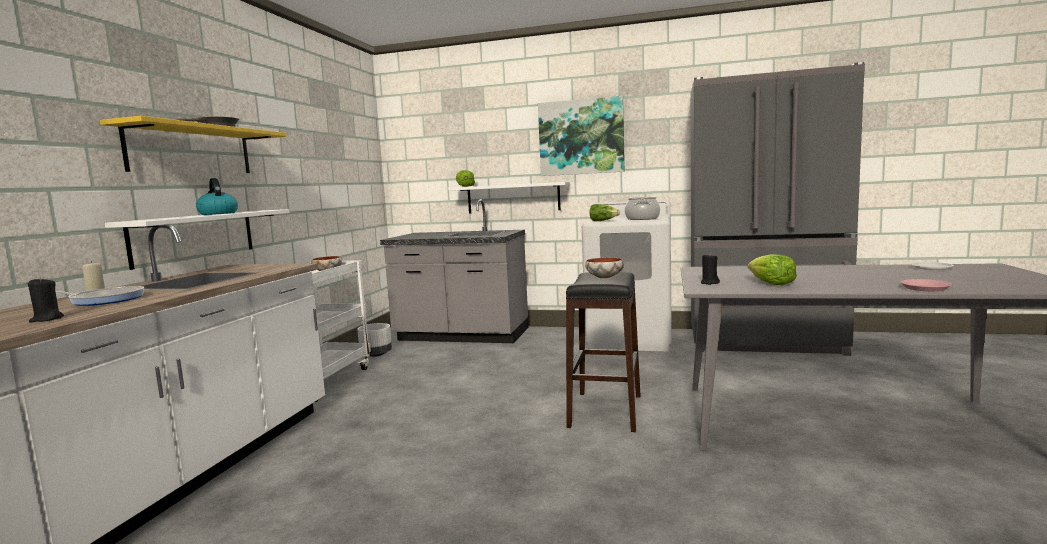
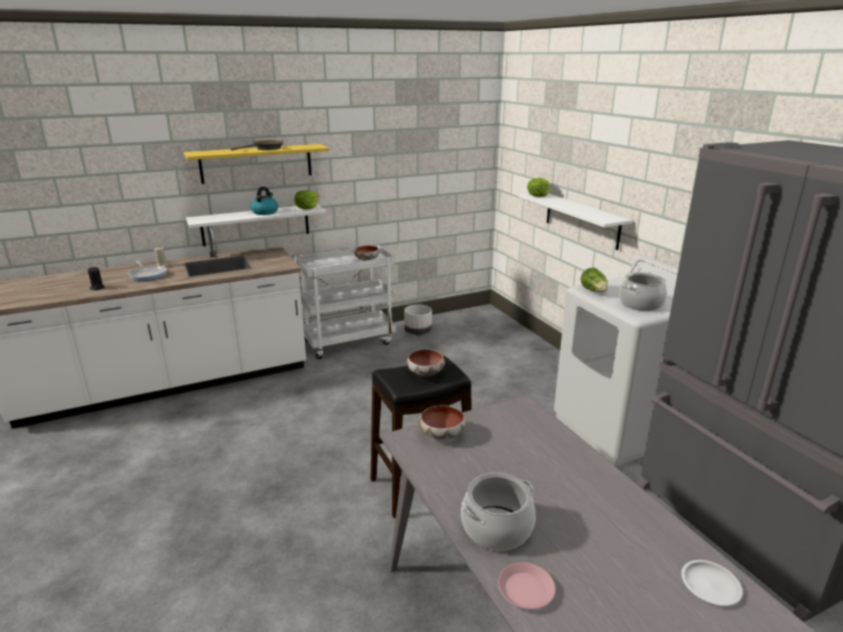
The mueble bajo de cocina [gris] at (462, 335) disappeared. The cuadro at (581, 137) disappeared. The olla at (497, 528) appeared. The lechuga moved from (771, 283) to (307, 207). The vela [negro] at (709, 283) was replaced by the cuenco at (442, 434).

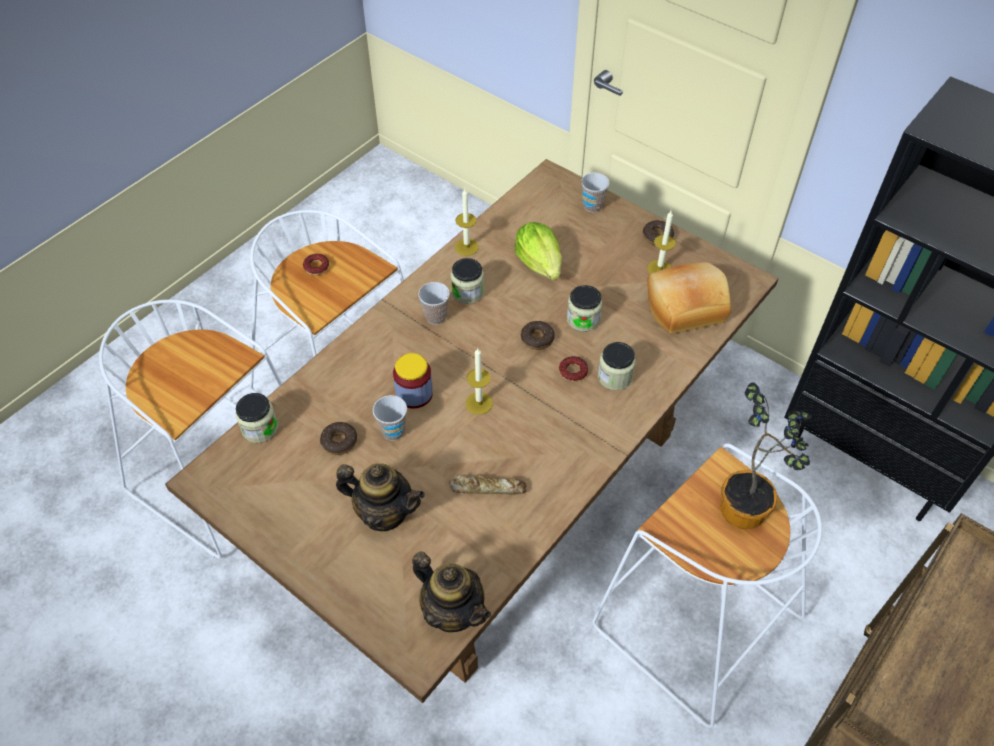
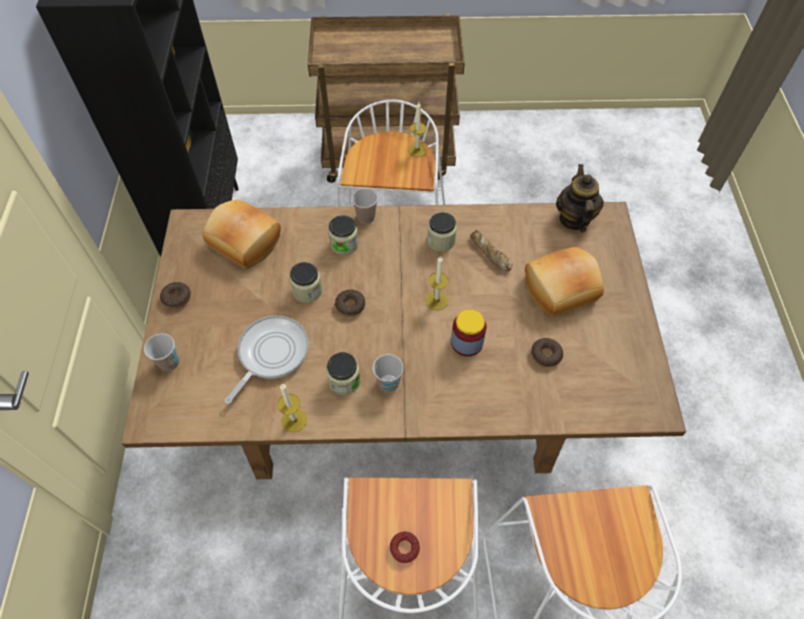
The rosquilla at (573, 371) disappeared. The planta en maceta at (748, 505) disappeared. The tarro moved from (260, 428) to (441, 241). The taza moved from (393, 431) to (366, 217). The vela moved from (659, 269) to (417, 150). The tetera at (384, 513) was replaced by the pan at (561, 290). The lechuga at (540, 263) was replaced by the sartén at (270, 354).

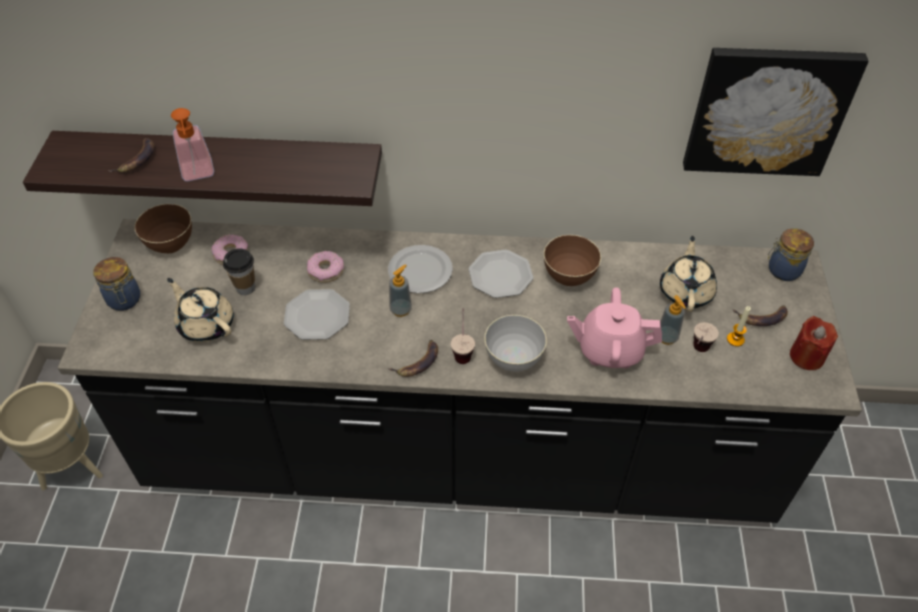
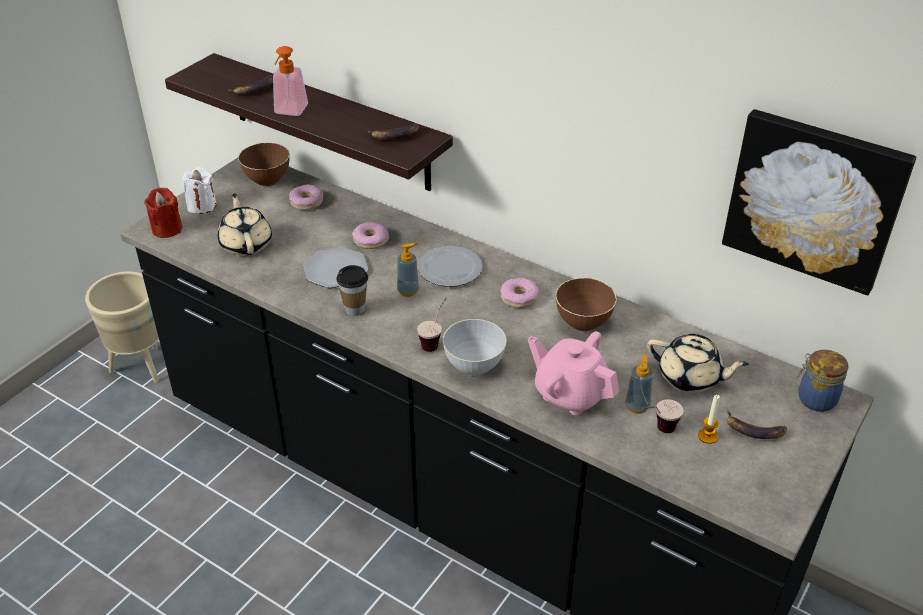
The taza moved from (245, 288) to (355, 309). The plátano moved from (418, 362) to (395, 135). The vela [rojo] moved from (806, 356) to (167, 229). The tarro at (124, 301) was replaced by the vela [blanco] at (202, 206). The plato at (500, 275) was replaced by the rosquilla at (519, 297). The tetera [beis] at (685, 292) turned 75 degrees clockwise.

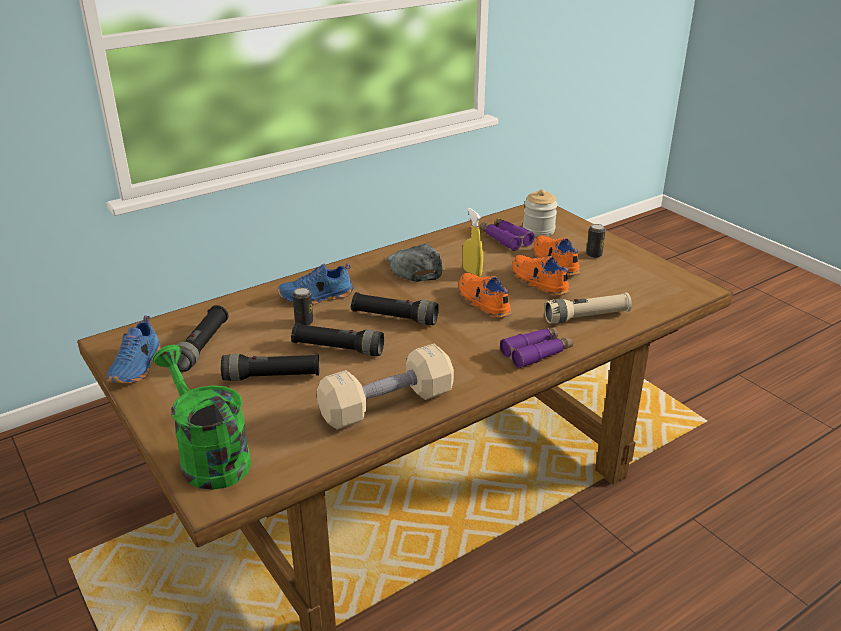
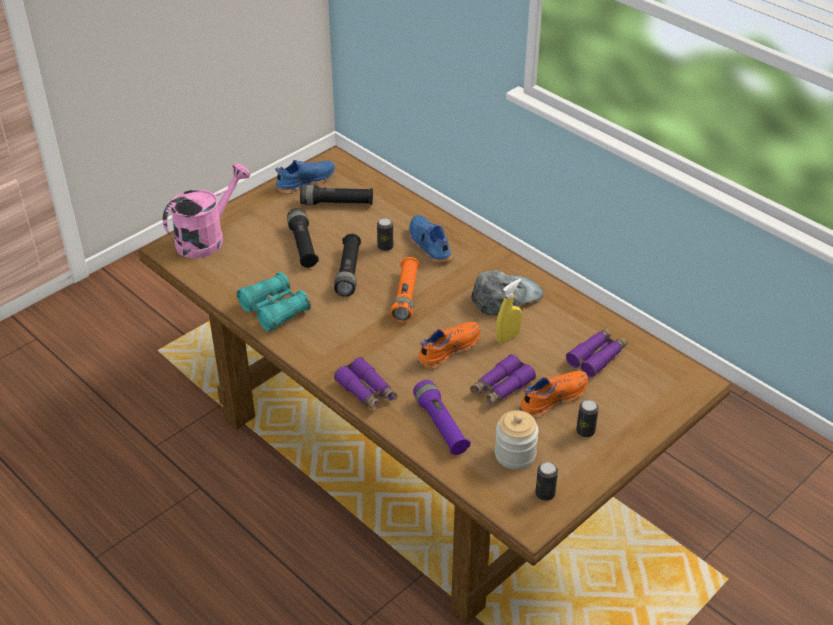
The lata at (545, 494) appeared. The tarro moved from (538, 230) to (515, 455). The mancuerna [beis] at (387, 405) was replaced by the prismáticos [turquesa] at (274, 310). The zapato [naranja] at (538, 283) was replaced by the prismáticos [morado] at (501, 387). The regadera [verde] at (209, 456) became the regadera [rosa] at (207, 238). The linterna [negro] at (394, 318) became the linterna [naranja] at (406, 296). The linterna [beis] at (586, 317) became the linterna [morado] at (441, 425). The zapato [azul] at (137, 367) turned 150 degrees clockwise.

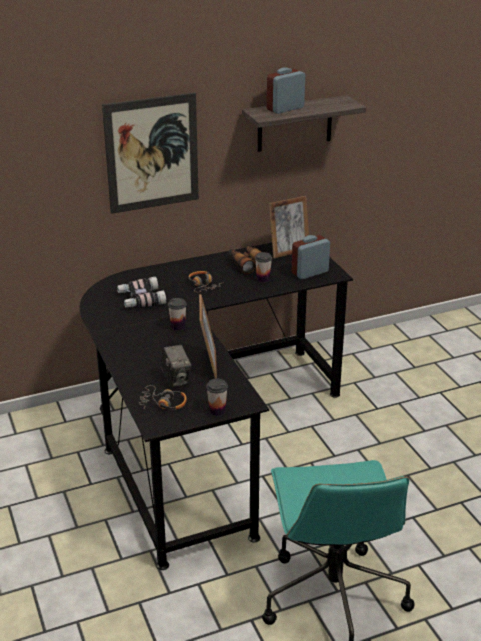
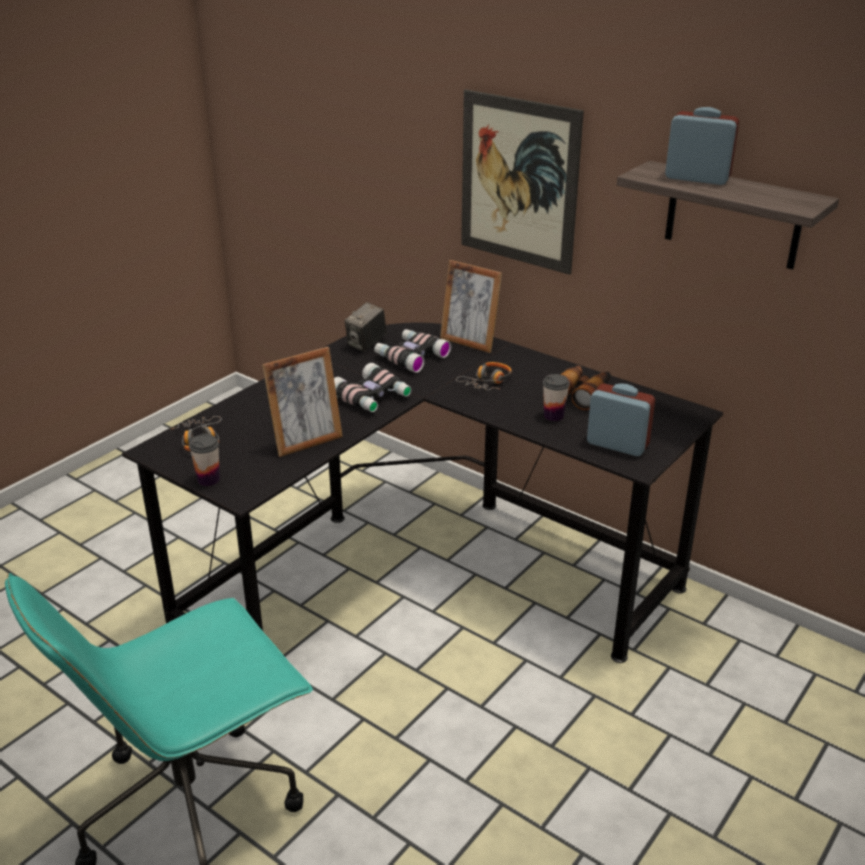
The cámara moved from (176, 379) to (366, 344). The portarretratos moved from (289, 251) to (469, 342). The taza at (178, 327) was replaced by the prismáticos at (372, 397).

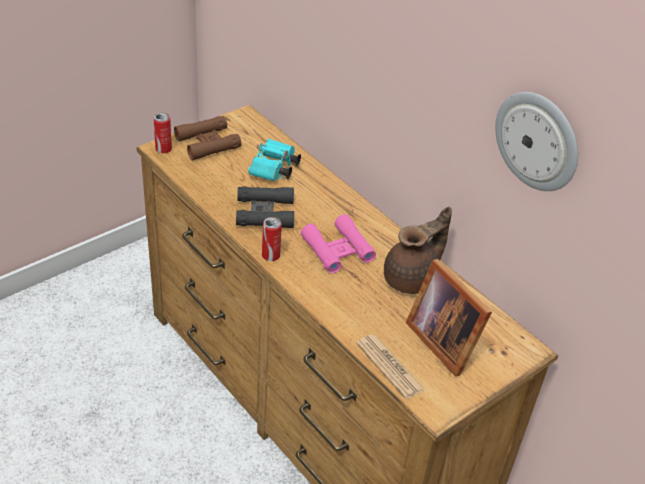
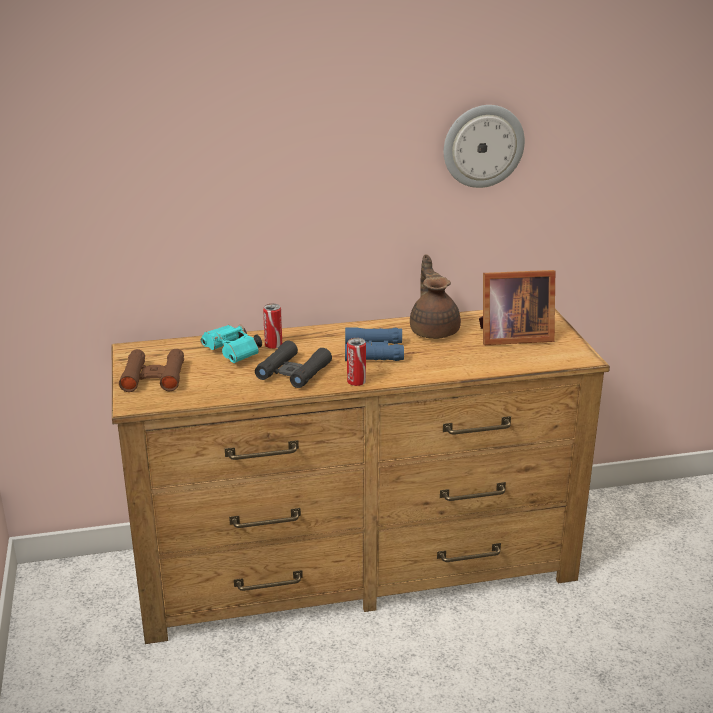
The periódico at (389, 366) disappeared. The lata moved from (163, 149) to (273, 345). The prismáticos [rosa] at (337, 250) became the prismáticos [azul] at (373, 351).

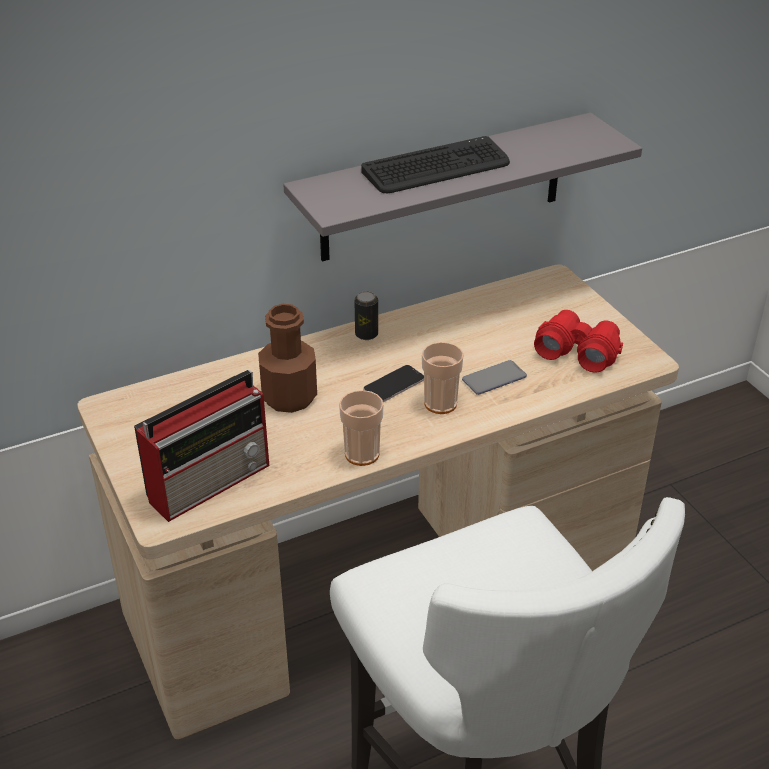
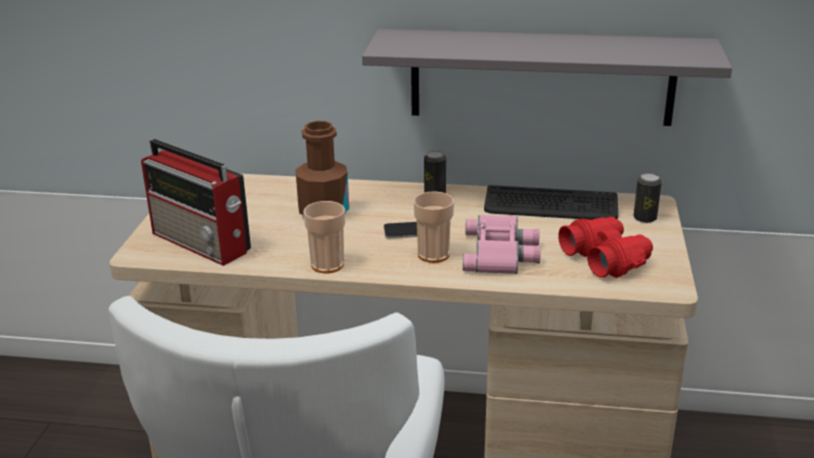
The lata at (645, 218) appeared. The teclado moved from (436, 168) to (550, 206). The móvil at (494, 378) was replaced by the prismáticos [rosa] at (502, 253). The radio at (211, 481) turned 45 degrees clockwise.

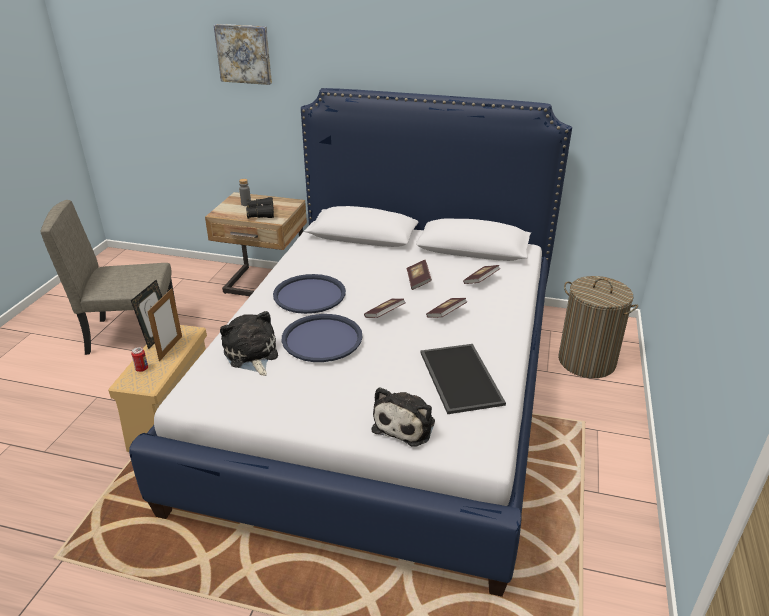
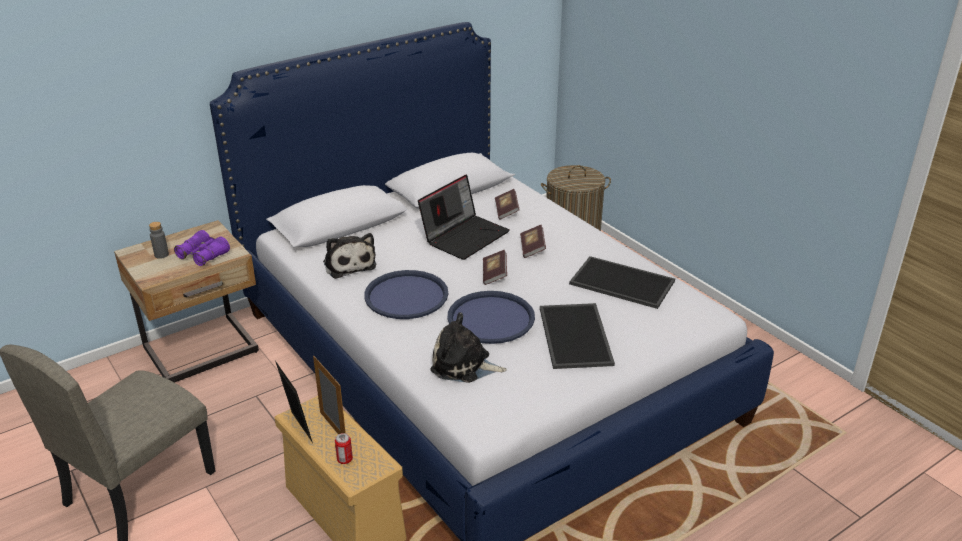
The cuadro at (244, 53) disappeared. The bandeja at (577, 336) appeared. The peluche moved from (406, 424) to (349, 264). The libro at (418, 281) was replaced by the portátil at (465, 236). The prismáticos [negro] at (261, 214) became the prismáticos [morado] at (203, 255).

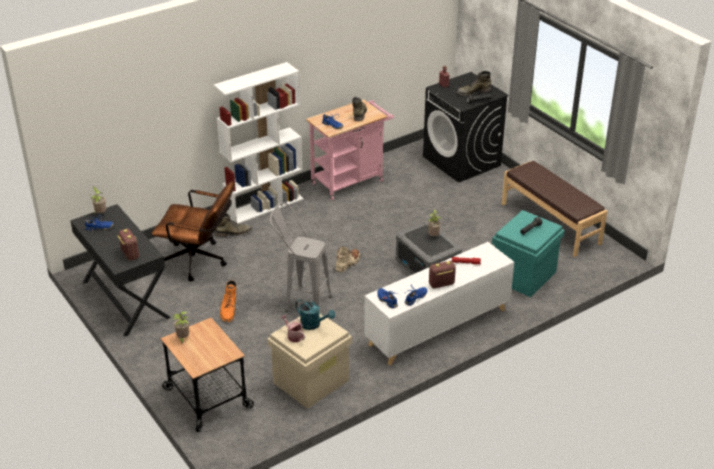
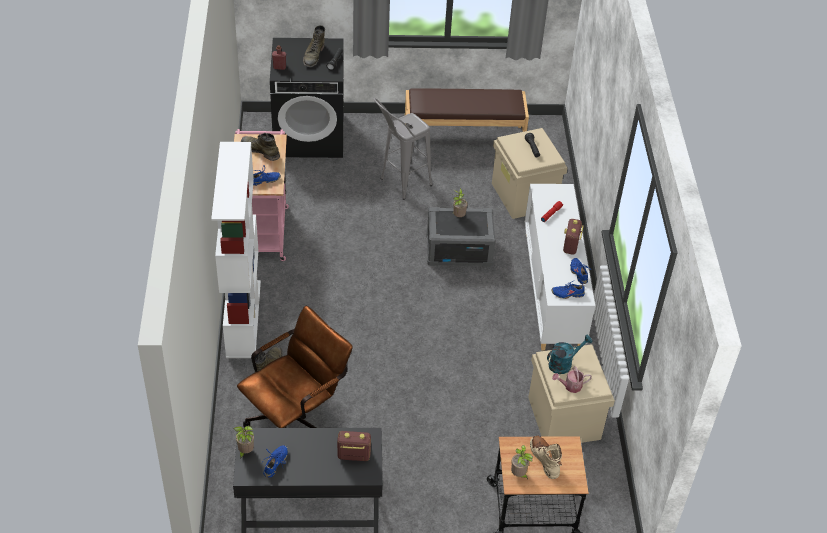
The bota [naranja] at (228, 310) disappeared. The taburete [gris] moved from (301, 302) to (399, 185). The bota [beis] moved from (348, 263) to (544, 459). The caja de almacenaje [turquesa] at (523, 276) became the caja de almacenaje [beis] at (524, 196).

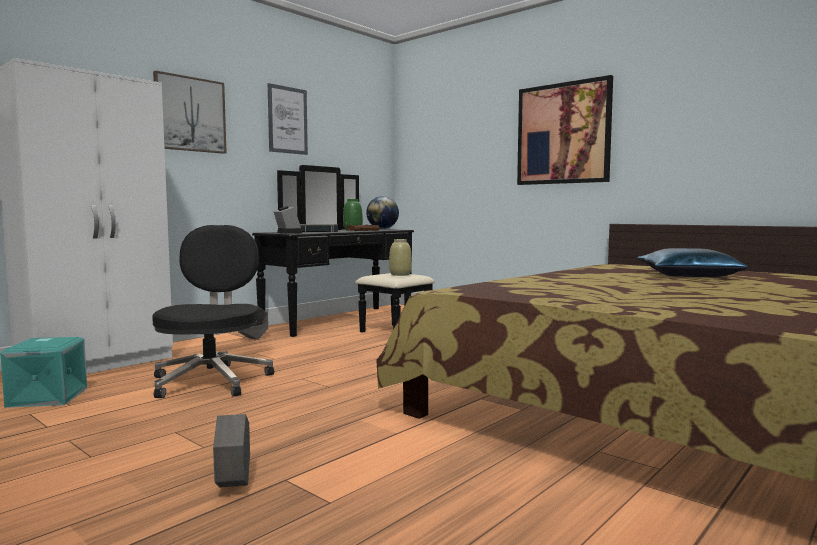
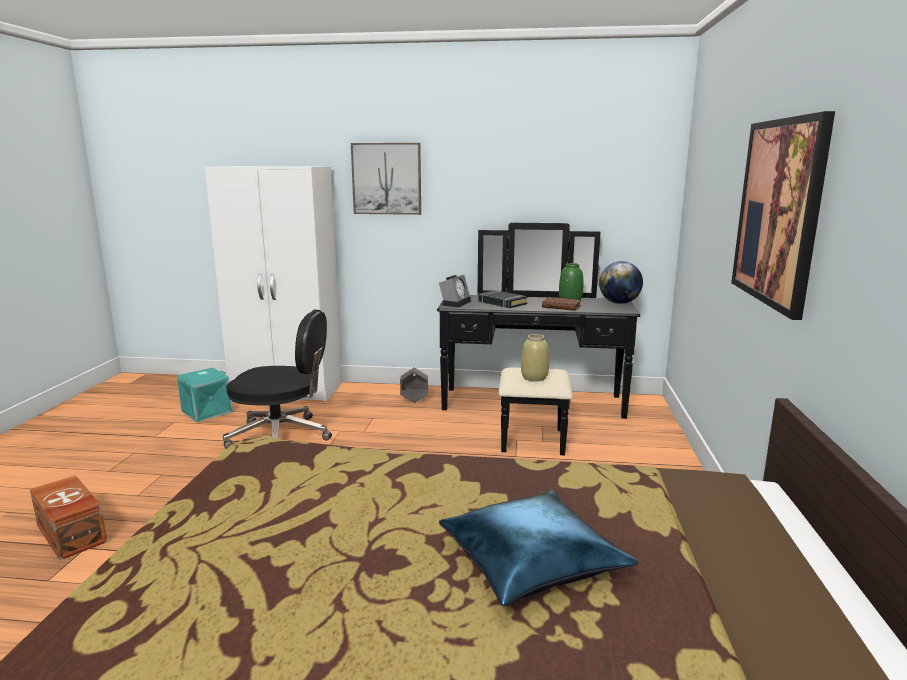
The cuadro at (287, 120) disappeared. The maceta [gris] at (233, 486) was replaced by the caja de almacenaje [marrón] at (70, 534). The silla de oficina [negro] at (212, 380) turned 45 degrees clockwise.

